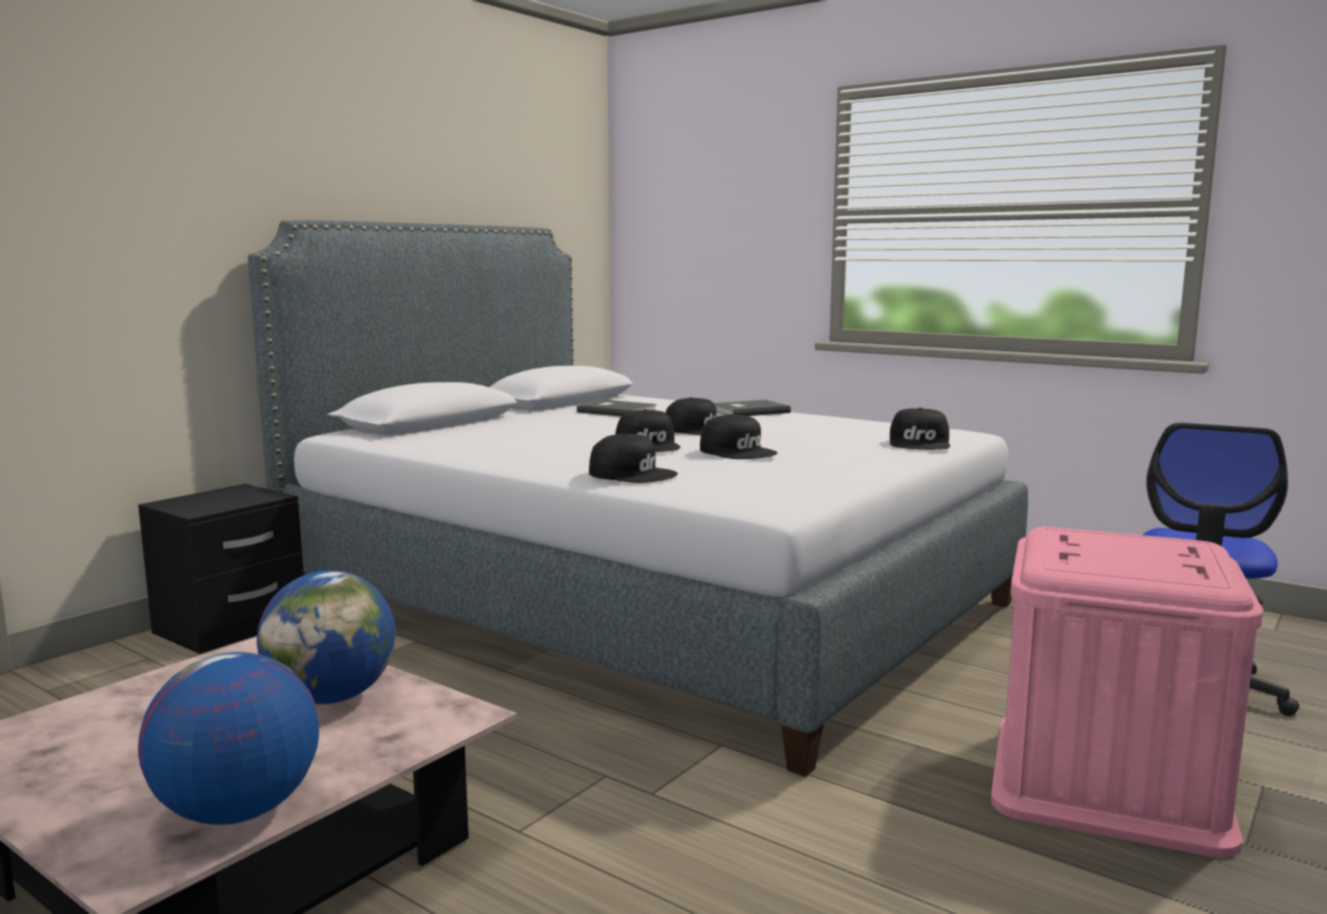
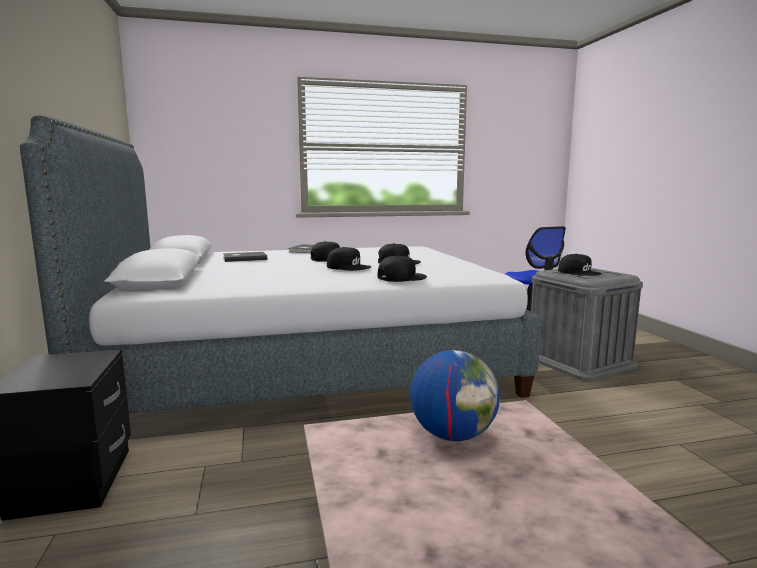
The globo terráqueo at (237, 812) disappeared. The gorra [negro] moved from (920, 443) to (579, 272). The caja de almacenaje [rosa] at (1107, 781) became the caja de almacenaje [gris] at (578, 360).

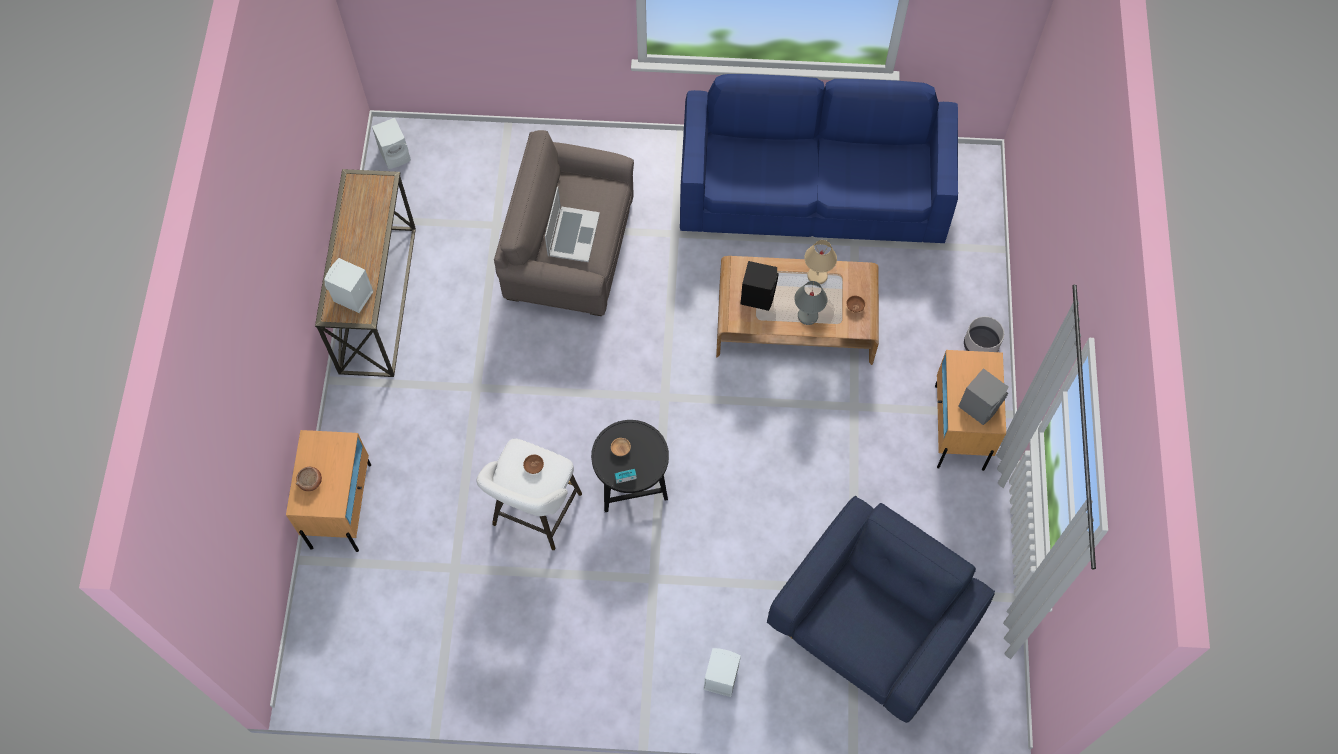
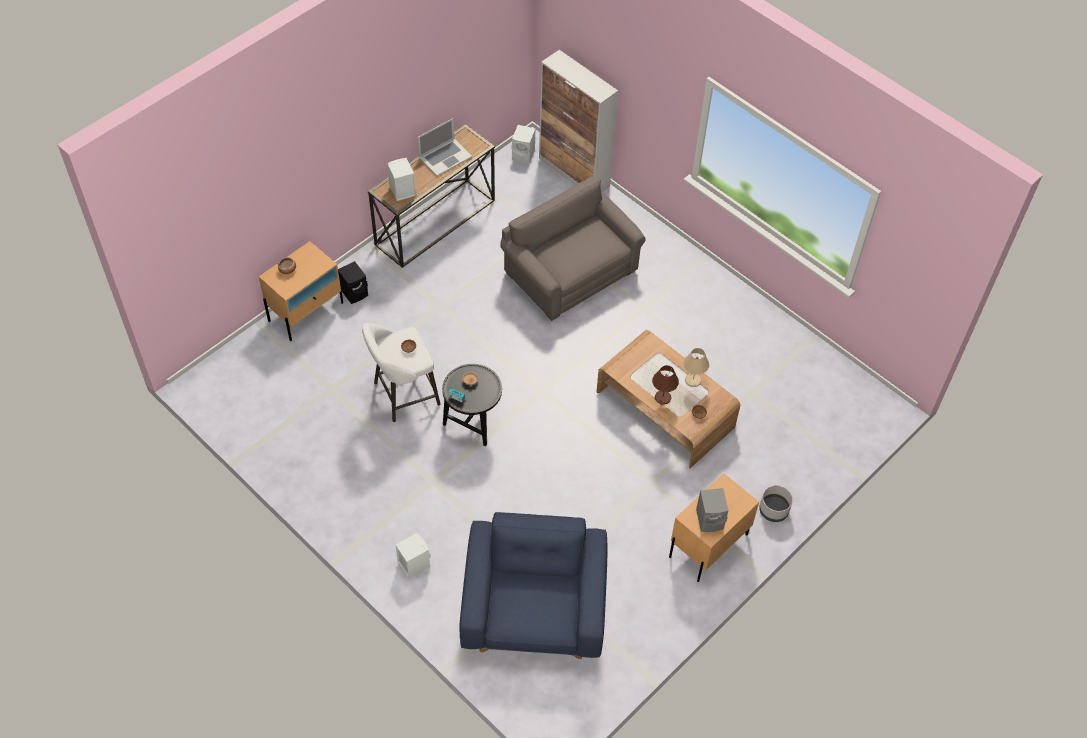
The sofá [azul] at (812, 197) disappeared. The armario at (574, 172) appeared. The portátil moved from (573, 234) to (445, 157). The altavoz [negro] moved from (758, 295) to (355, 292). The lámpara de mesa [gris] at (807, 316) became the lámpara de mesa [marrón] at (662, 398). The sillón [azul] at (872, 624) turned 75 degrees counterclockwise.

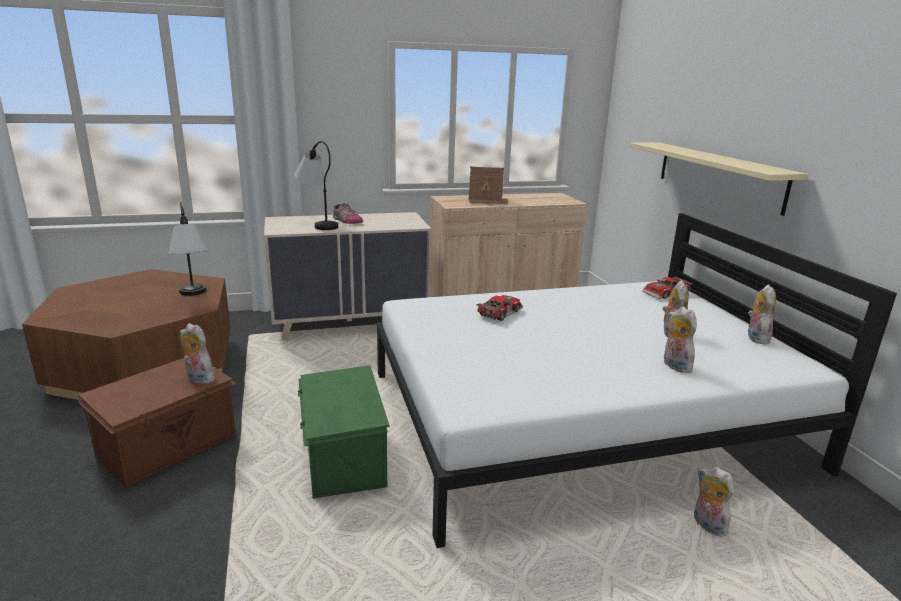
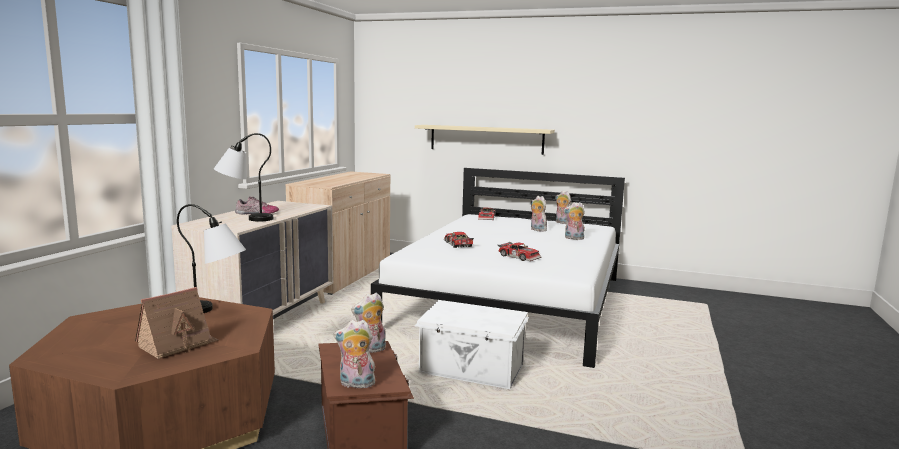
The coche de juguete at (519, 256) appeared. The casita moved from (487, 201) to (177, 344). The peluche moved from (707, 526) to (356, 384). The caja de almacenaje [verde] at (342, 458) became the caja de almacenaje [blanco] at (472, 370).

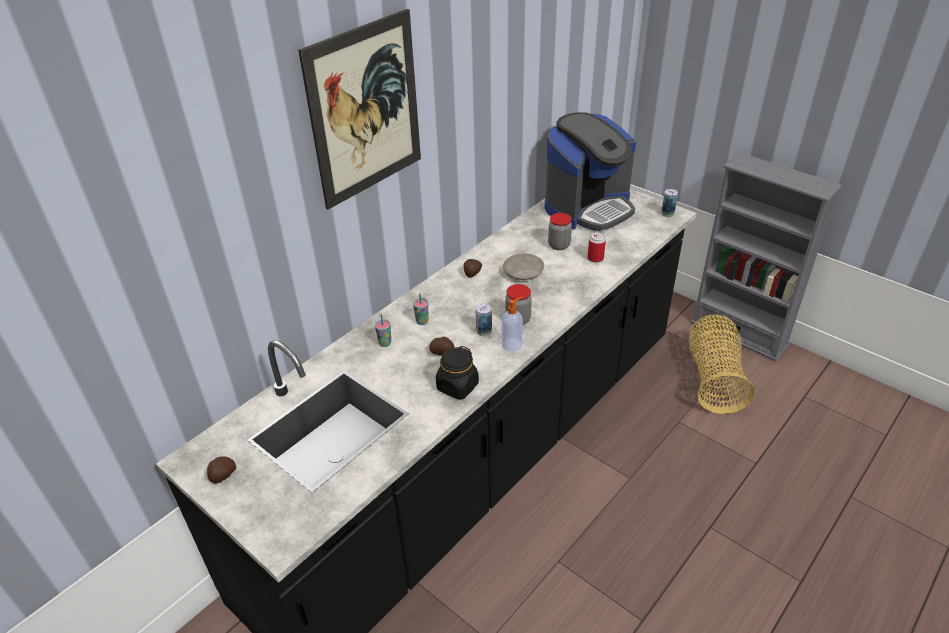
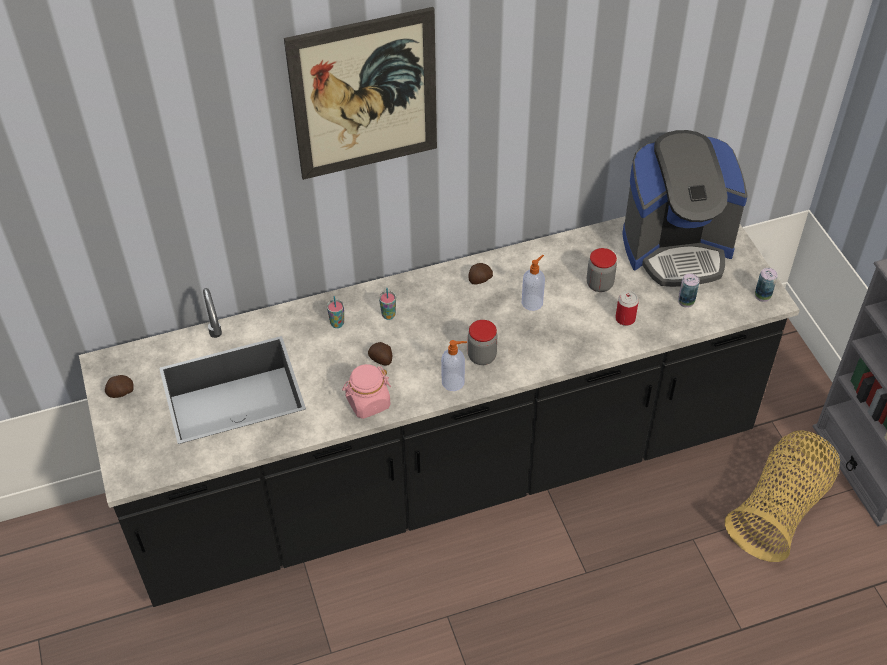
The lata moved from (484, 331) to (686, 301). The plato [beis] at (523, 272) was replaced by the dispensador de jabón at (532, 302). The tarro [negro] at (457, 386) became the tarro [rosa] at (368, 403).

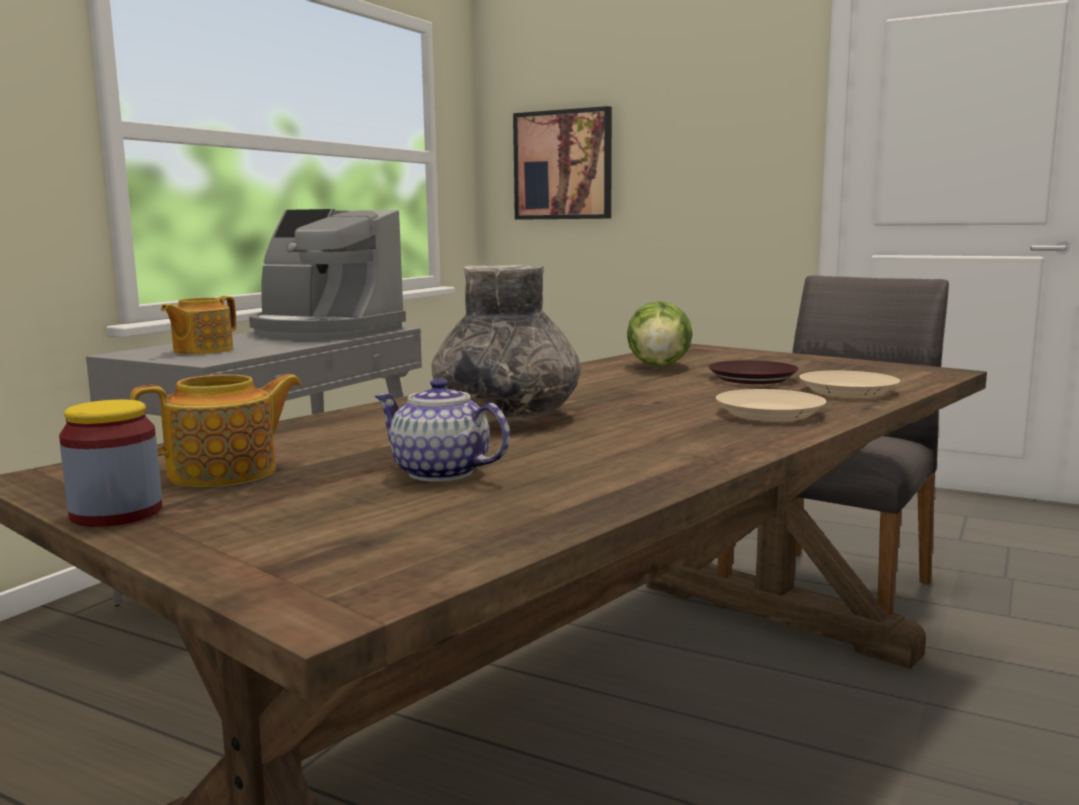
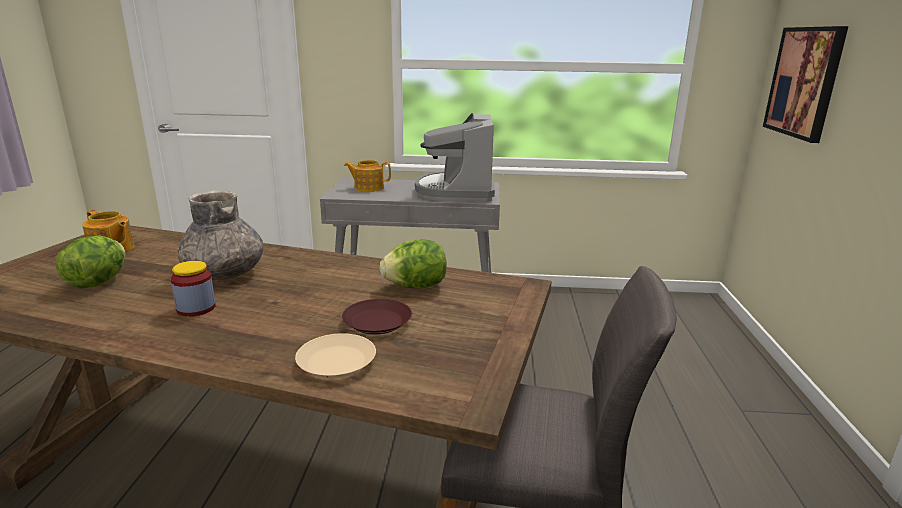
The plato [beis] at (768, 413) disappeared. The tarro moved from (116, 513) to (196, 308). The tetera at (441, 473) was replaced by the lechuga at (98, 282).

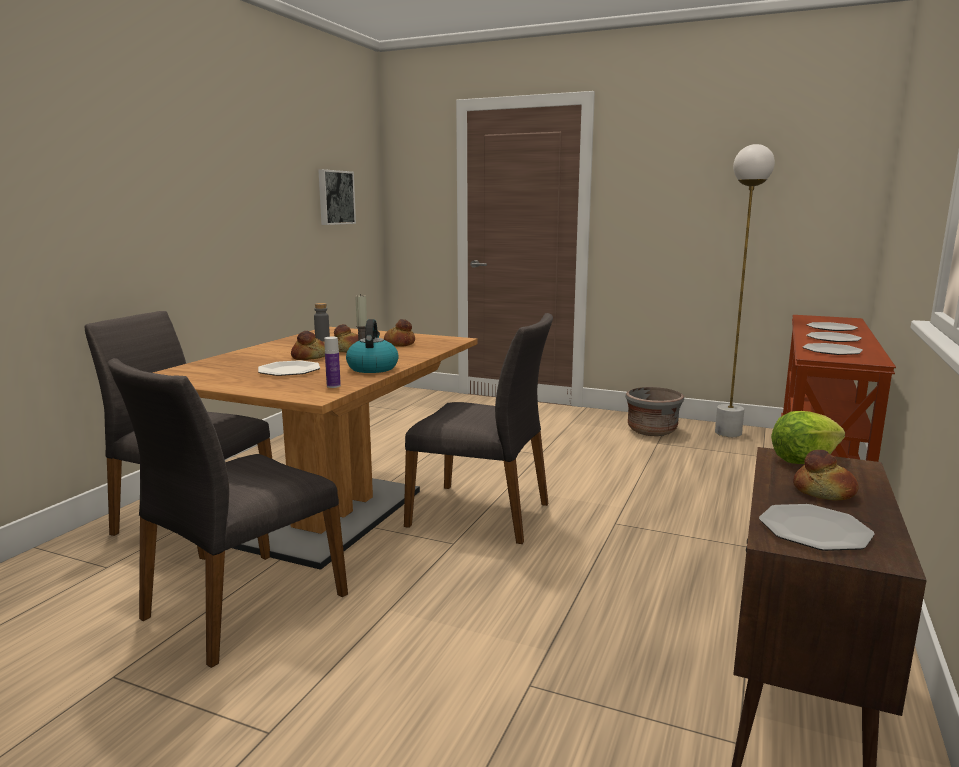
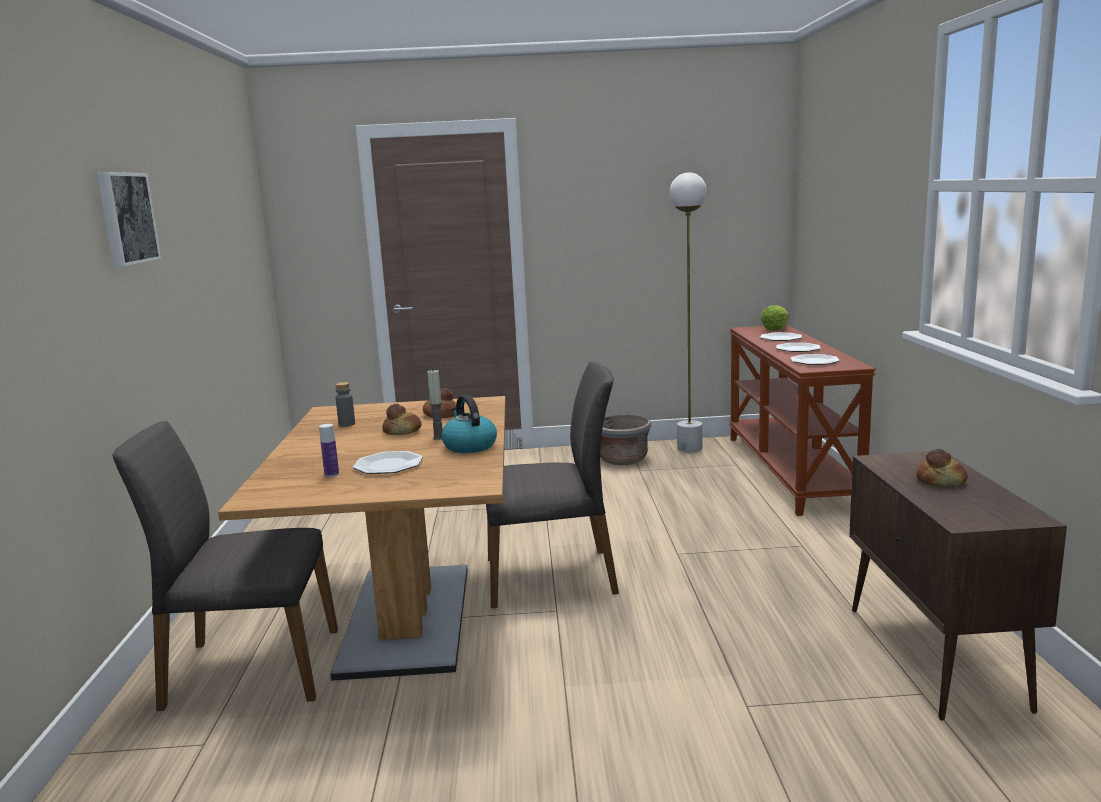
The silla [gris] at (242, 606) disappeared. The pan at (310, 357) disappeared. The plato at (814, 530) disappeared. The cuadro moved from (335, 197) to (125, 218). The botella moved from (333, 386) to (331, 474). The lechuga moved from (804, 459) to (775, 329).

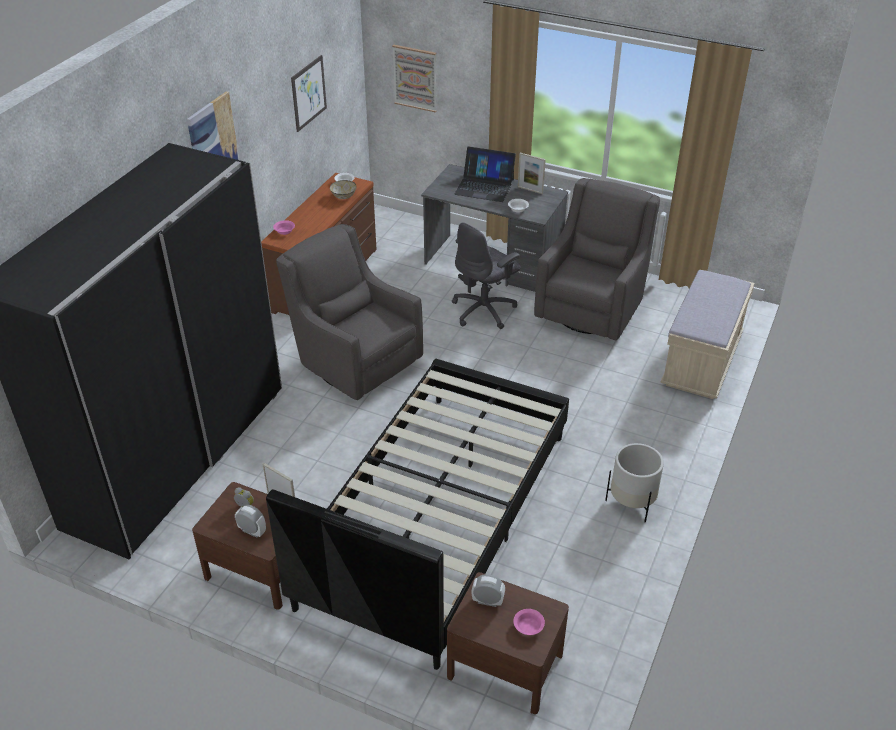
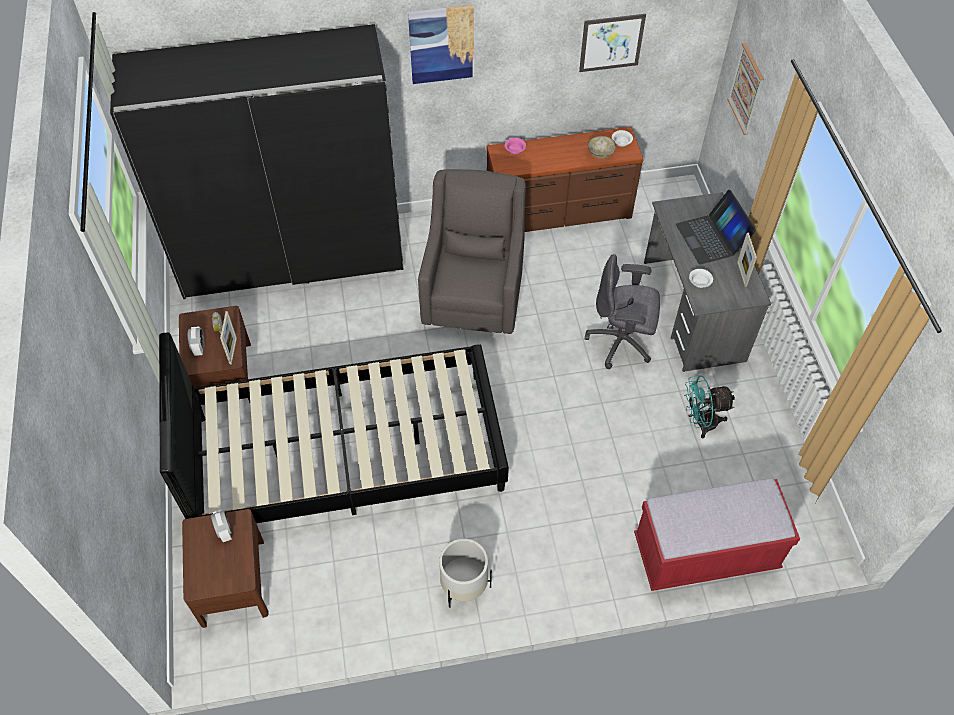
The cuenco [rosa] at (529, 626) disappeared. The sillón [gris] at (592, 309) was replaced by the ventilador [turquesa] at (700, 423). The banco [beis] at (701, 361) became the banco [rojo] at (705, 553).

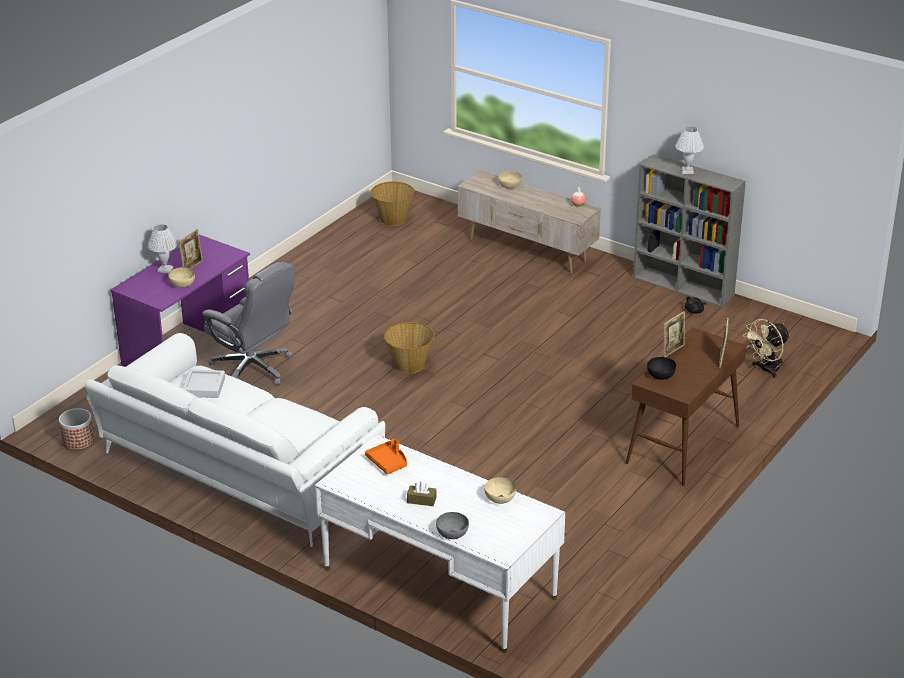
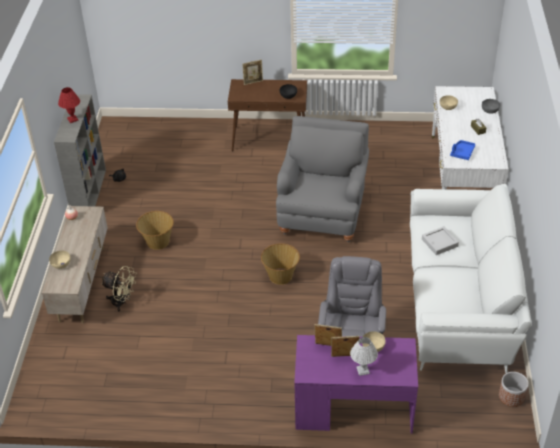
The sillón [gris] at (322, 213) appeared. The bandeja [gris] moved from (204, 387) to (439, 243). The cesta moved from (393, 219) to (157, 242). The portarretratos moved from (673, 350) to (328, 346). The ventilador [beis] moved from (765, 370) to (122, 302). The bandeja [naranja] at (388, 462) became the bandeja [azul] at (462, 153). The lámpara de mesa [blanco] at (687, 171) became the lámpara de mesa [rojo] at (72, 119).

